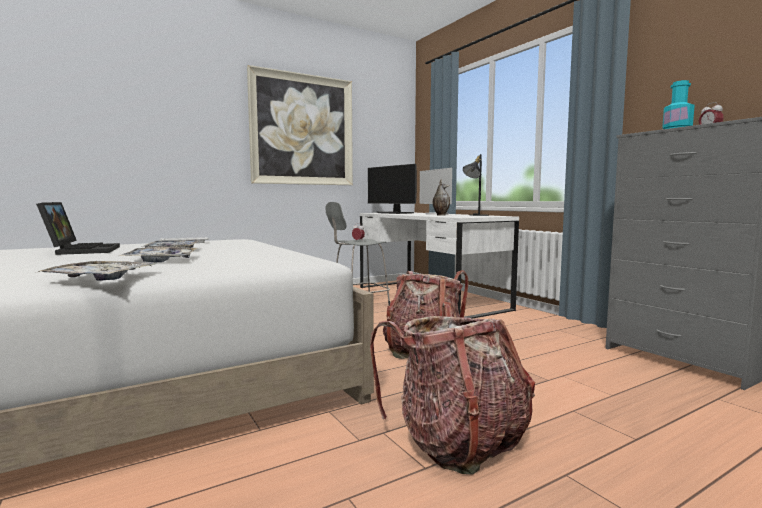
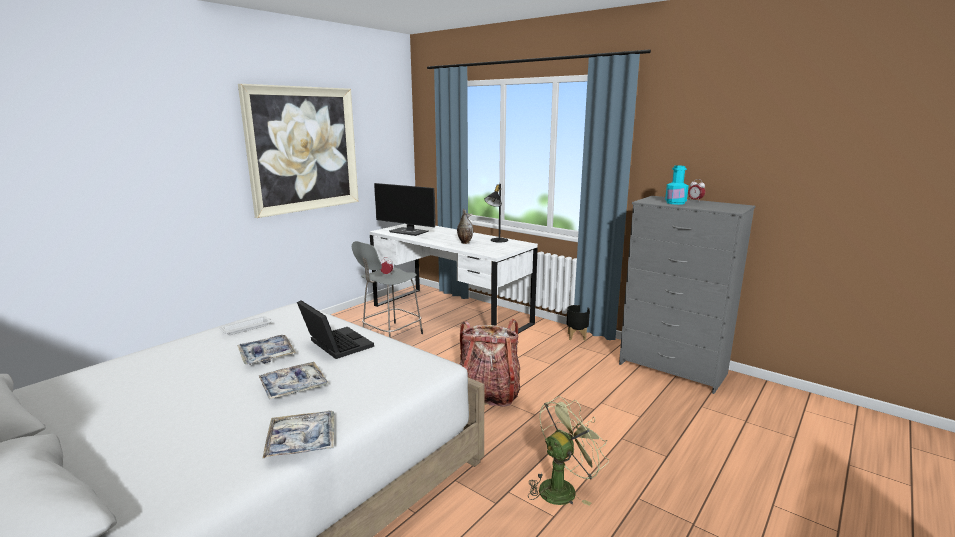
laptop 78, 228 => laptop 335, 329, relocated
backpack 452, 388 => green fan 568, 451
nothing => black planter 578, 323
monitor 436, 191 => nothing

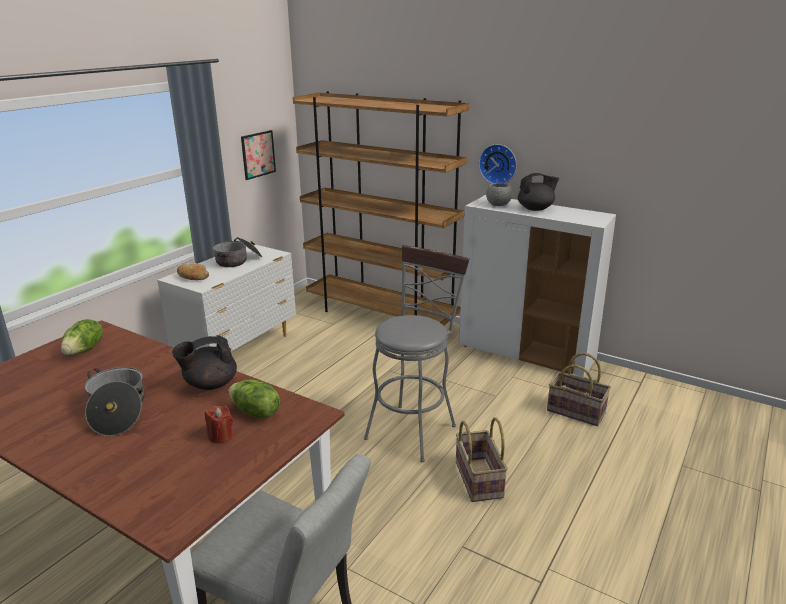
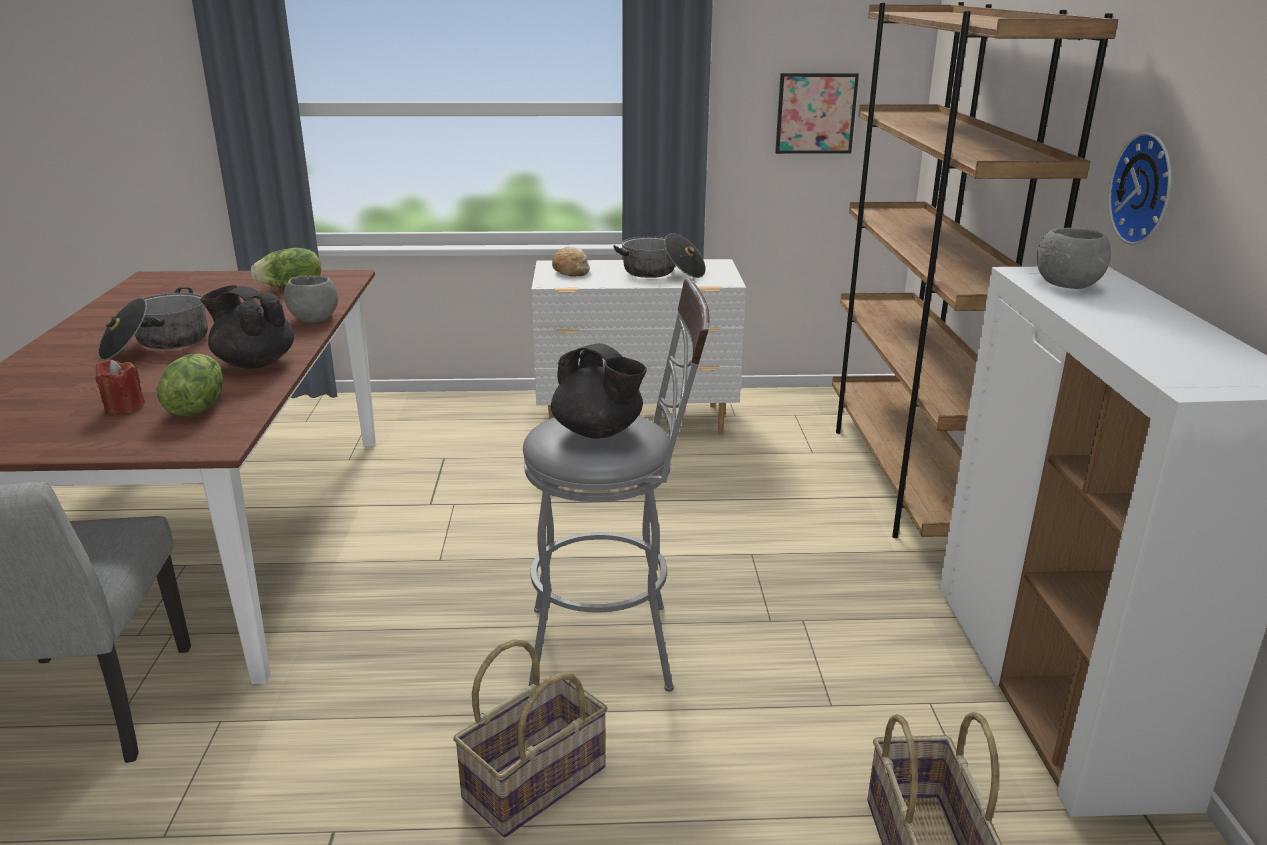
nothing => grey bowl 311, 299
black teapot 538, 192 => black teapot 599, 391, relocated

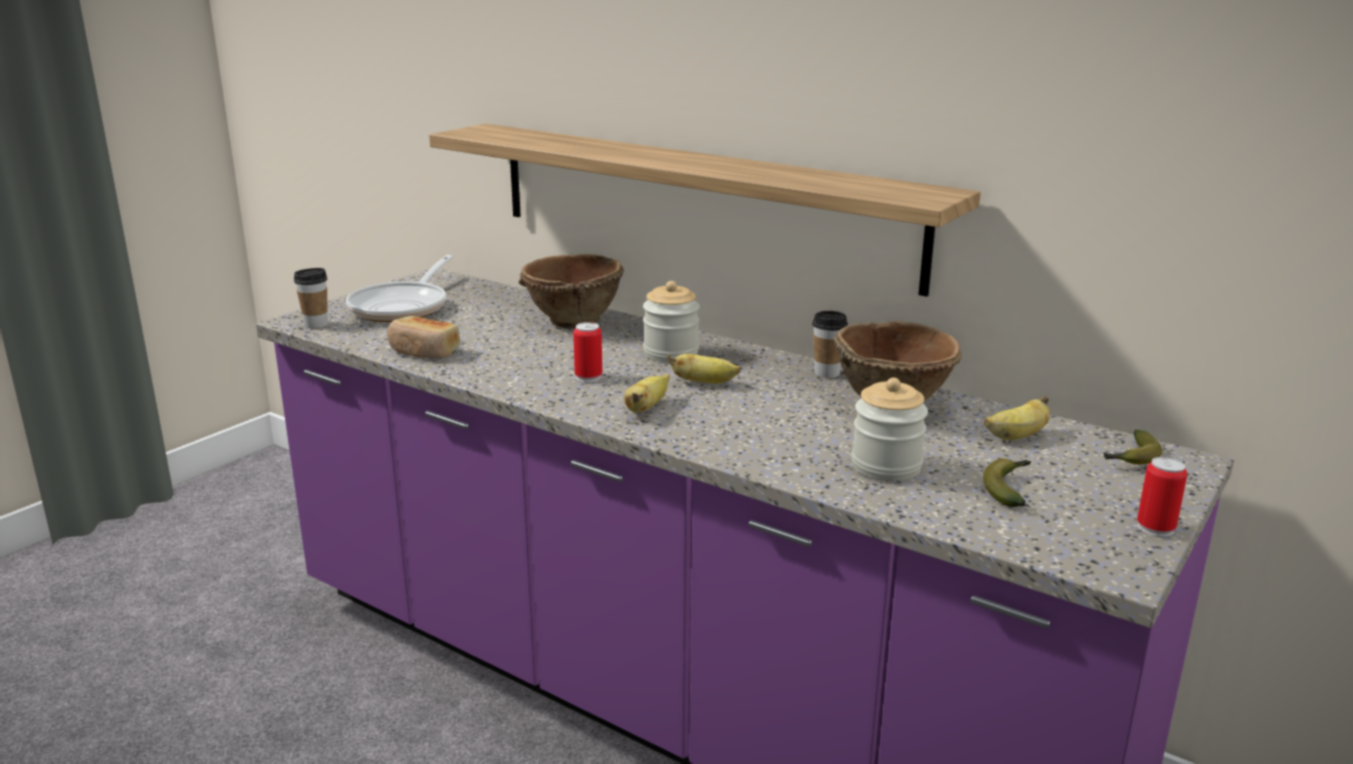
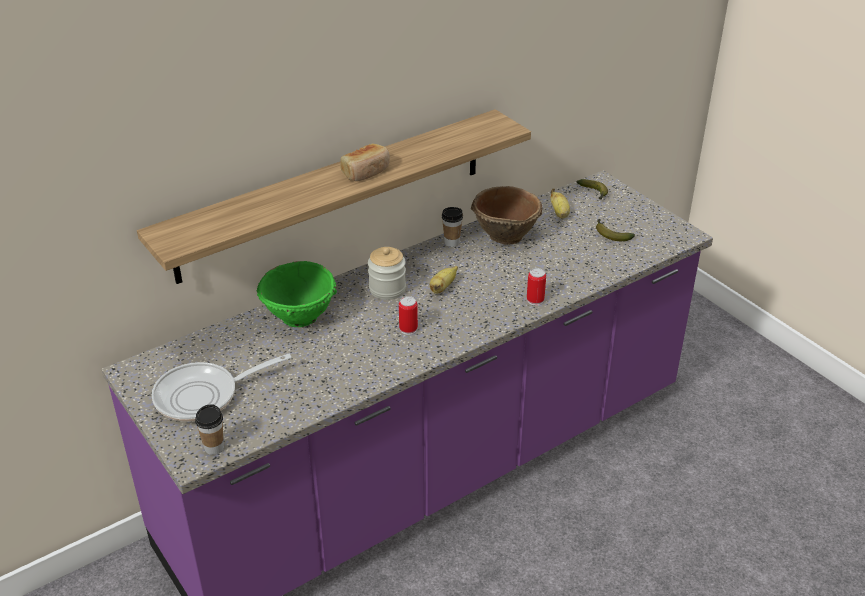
frying pan 399, 288 => frying pan 222, 388, 120 degrees clockwise
brown bowl 571, 291 => green bowl 297, 294
bread 423, 337 => bread 365, 162, relocated
can 1162, 497 => can 536, 287, relocated
banana 647, 393 => nothing
jar 890, 429 => nothing

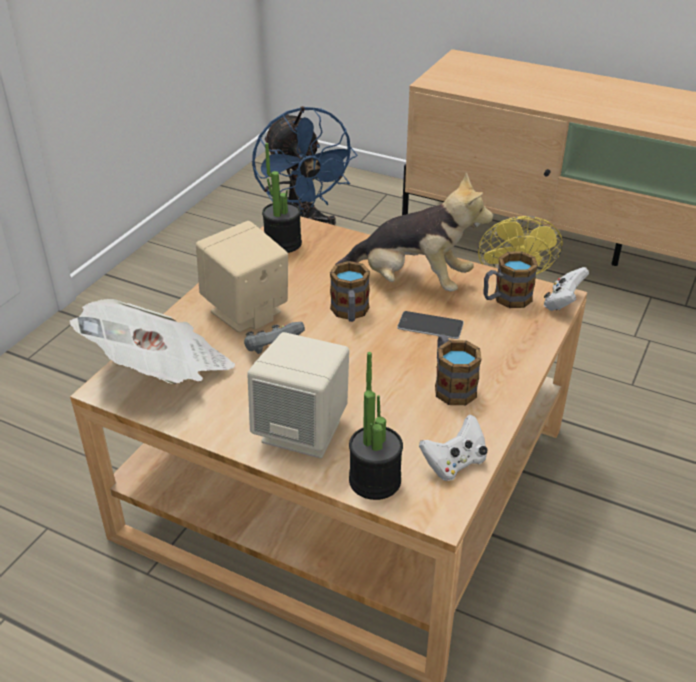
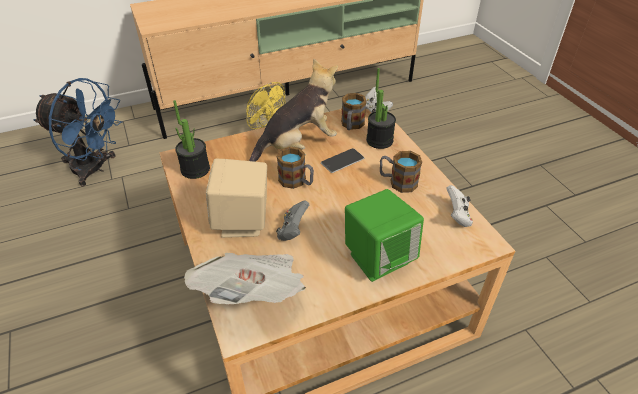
beige speaker 298, 395 => green speaker 384, 235
potted plant 376, 426 => potted plant 381, 108, relocated

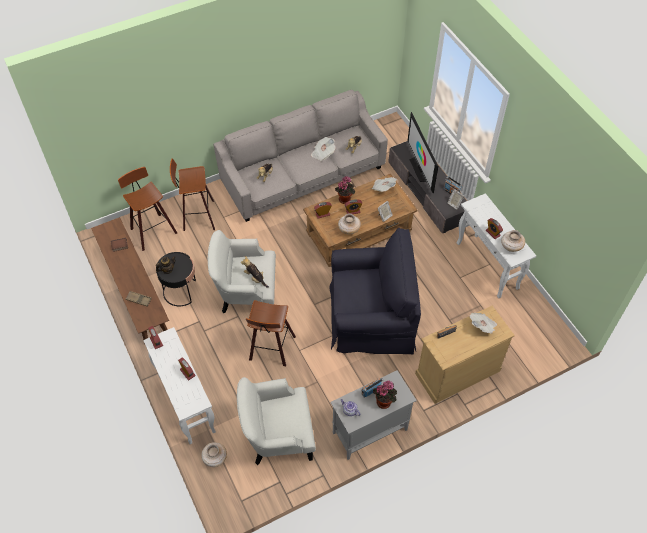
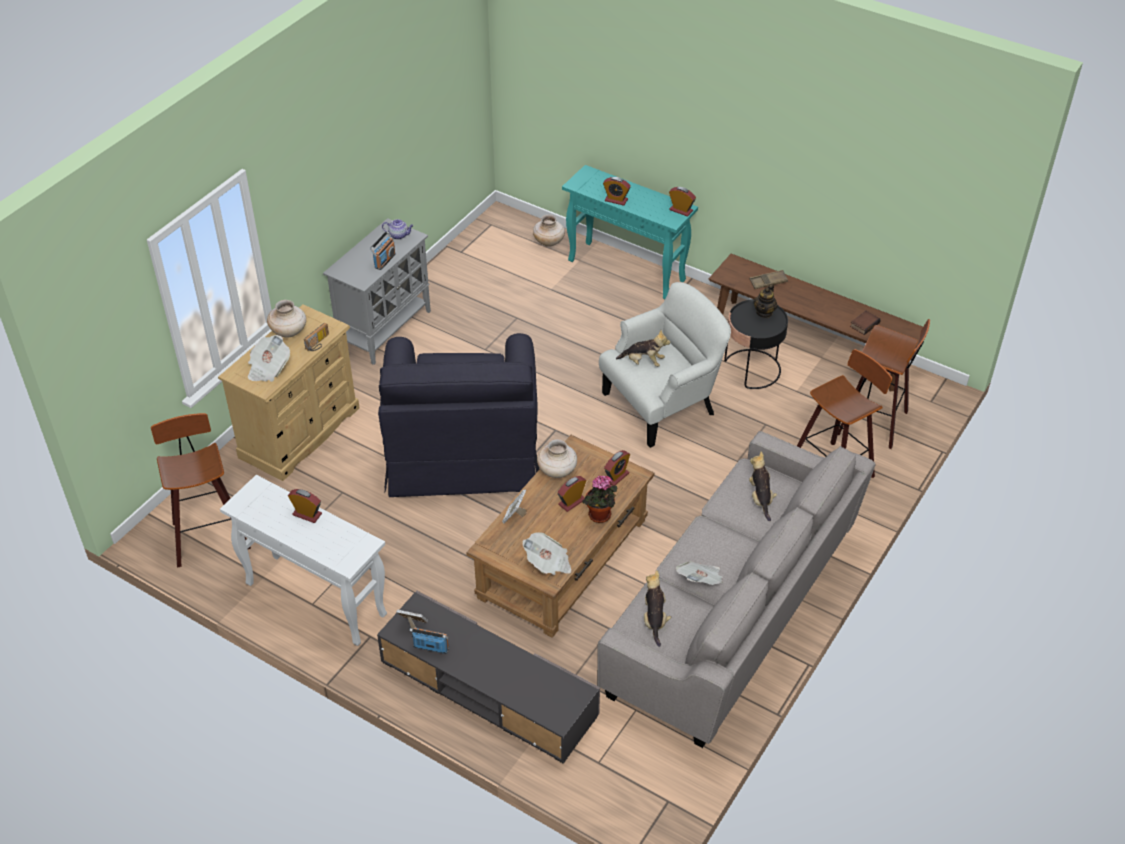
stool 271, 333 => stool 201, 490, relocated
beige vase 513, 241 => beige vase 286, 319, relocated
black armchair 375, 291 => black armchair 459, 415, 60 degrees counterclockwise
white console table 179, 385 => turquoise console table 630, 232
white armchair 276, 421 => nothing
potted plant 385, 395 => nothing
television 422, 152 => nothing

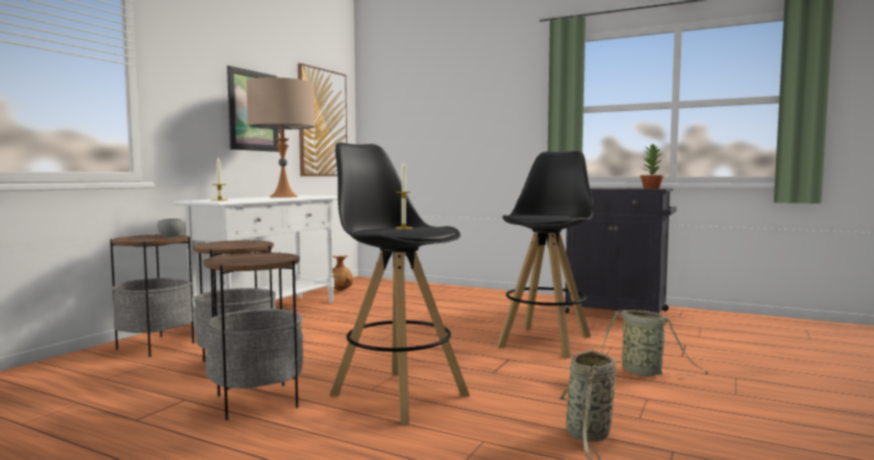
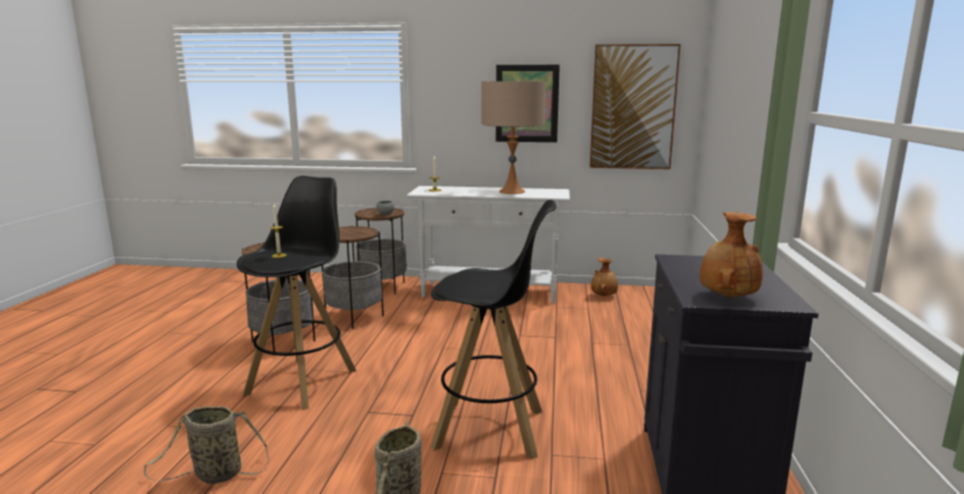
potted plant 652, 166 => brown vase 731, 255

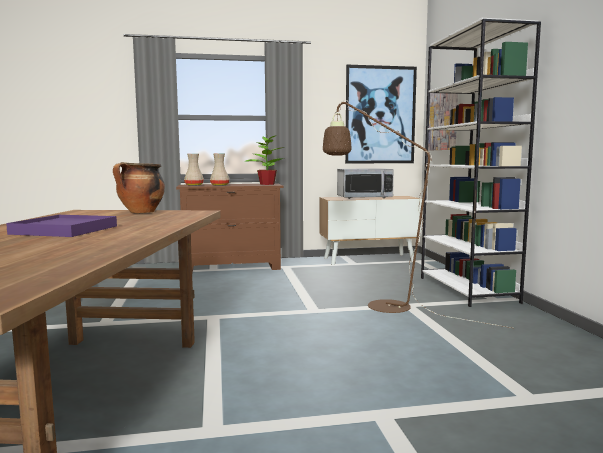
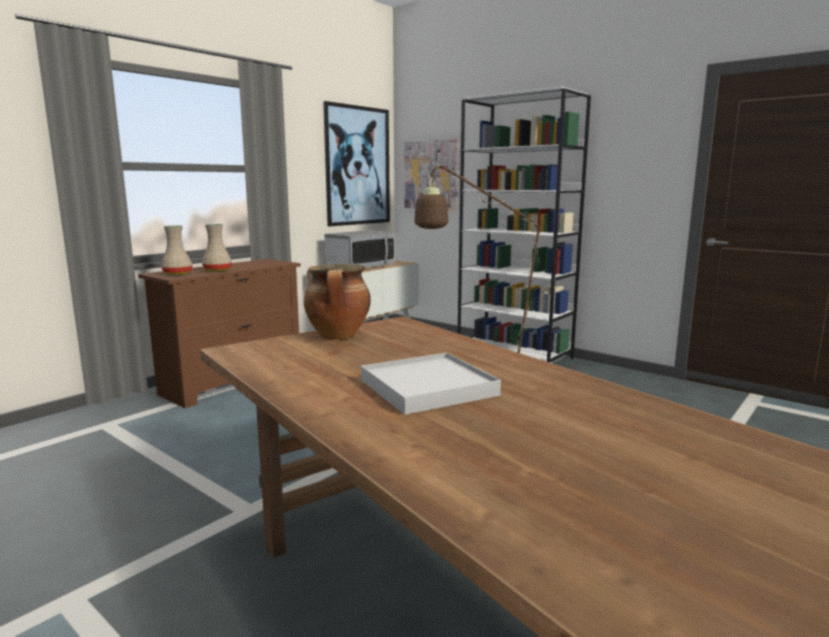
purple tray 61, 226 => white tray 431, 384
potted plant 264, 160 => nothing

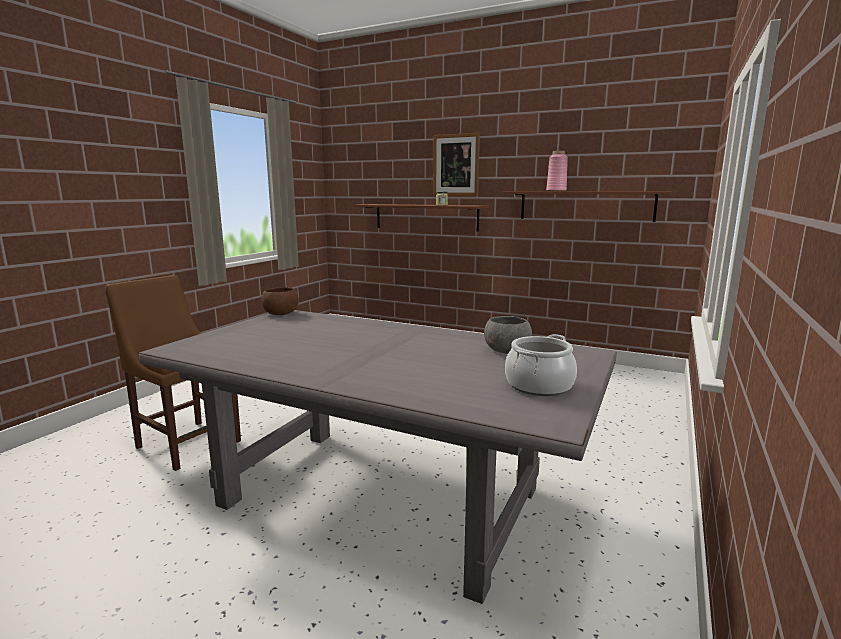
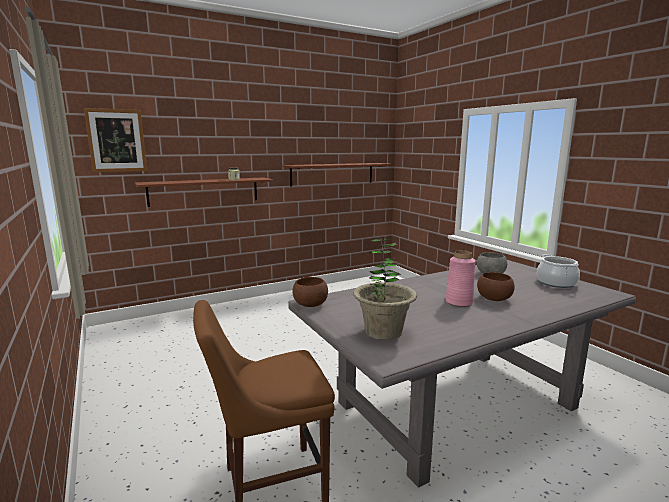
picture 456, 164 => picture 115, 140, relocated
nothing => potted plant 385, 288
pink vase 557, 171 => pink vase 460, 278, relocated
nothing => brown bowl 496, 286

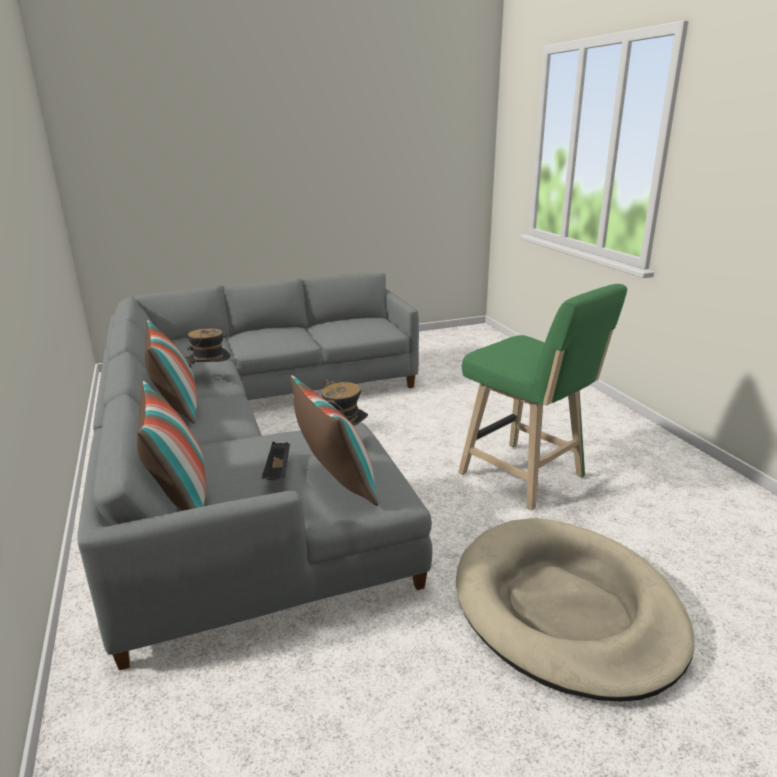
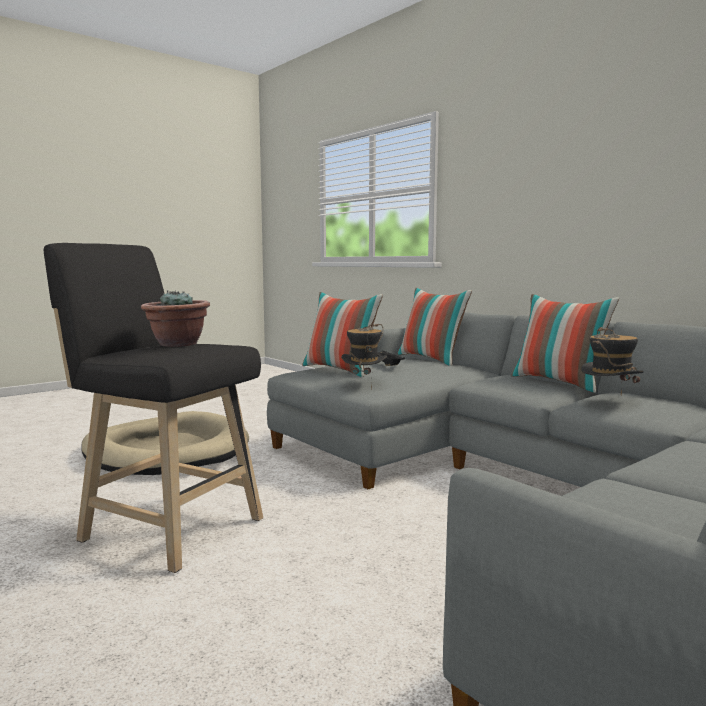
green stool 542, 397 => black stool 153, 408
nothing => potted plant 175, 318

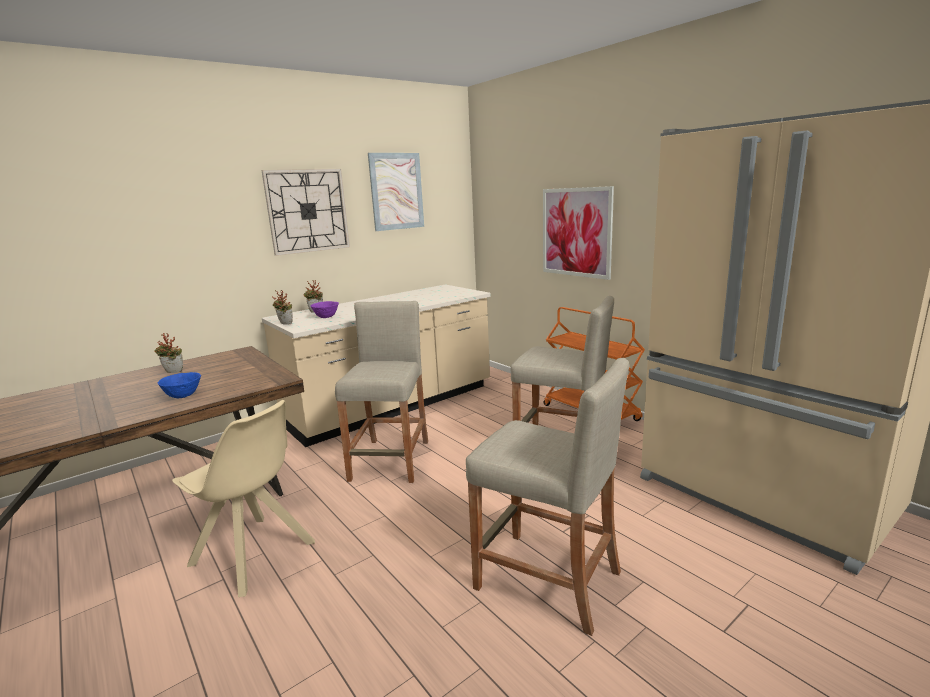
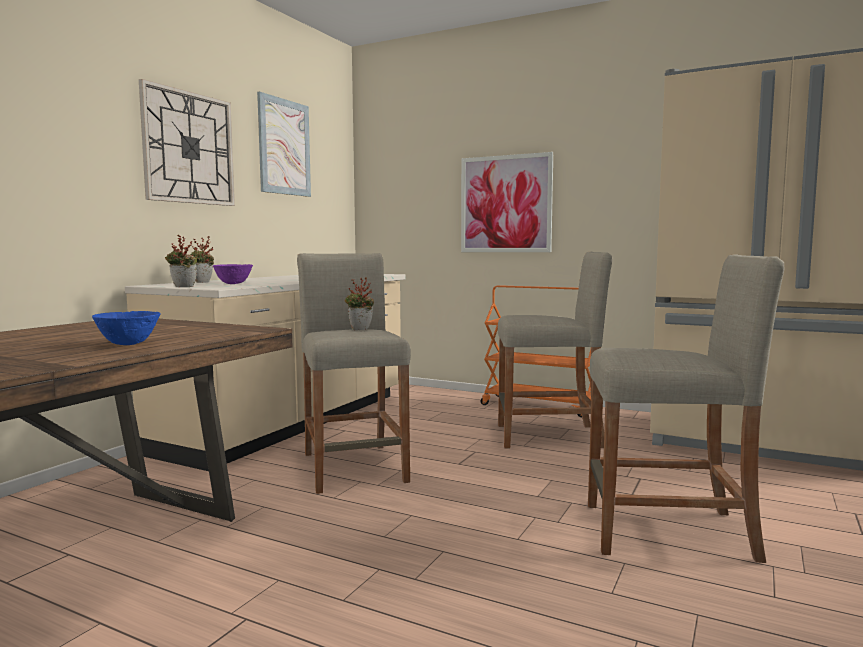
potted plant 168, 353 => potted plant 359, 303, relocated
beige chair 243, 498 => nothing

